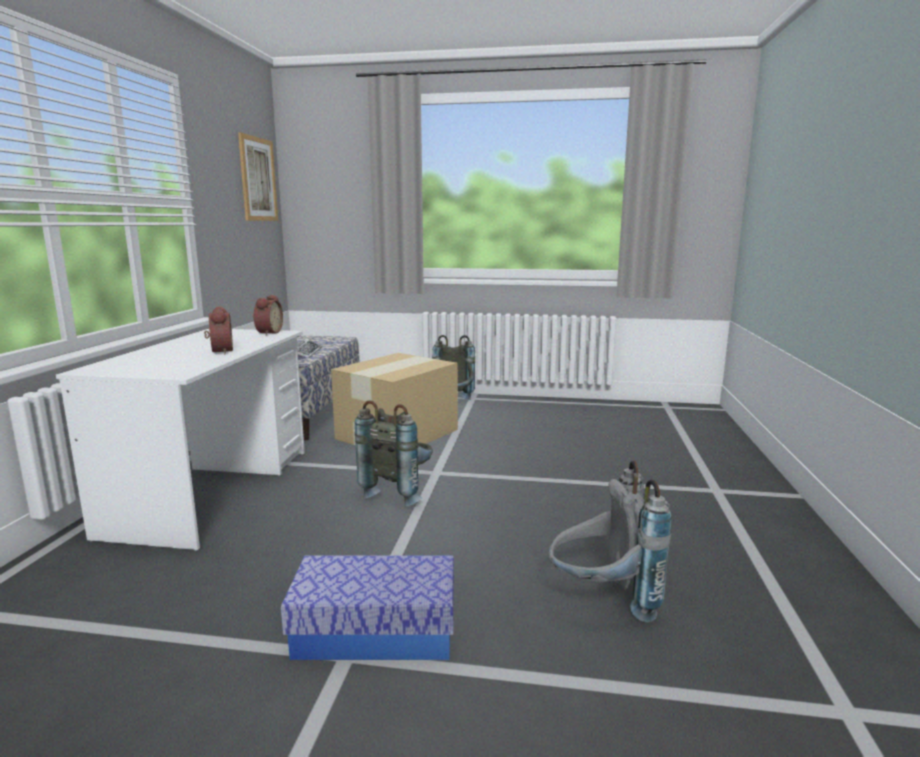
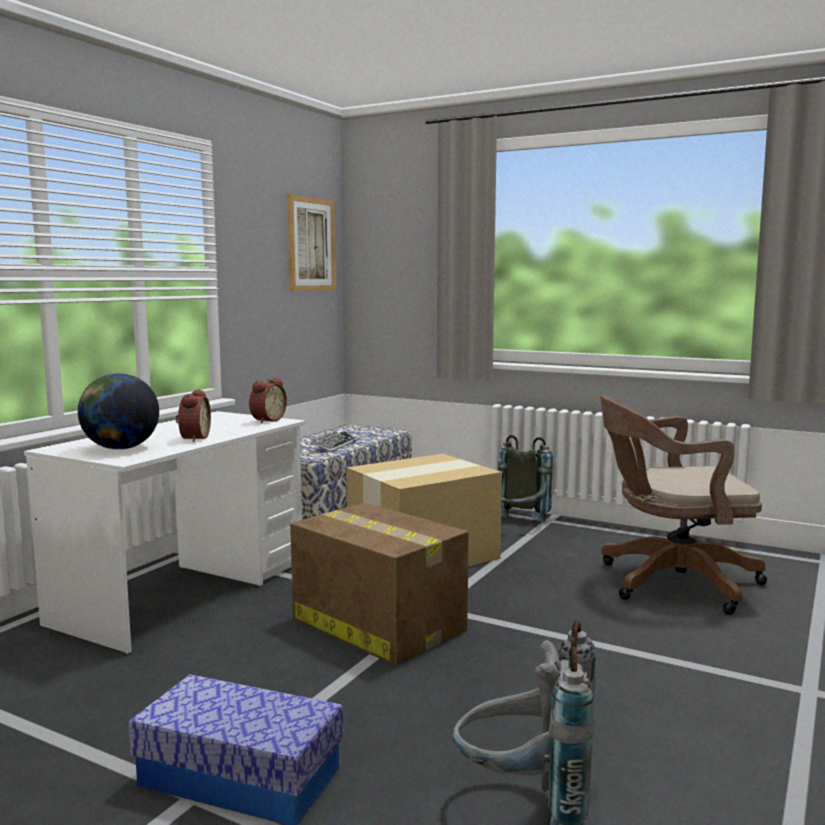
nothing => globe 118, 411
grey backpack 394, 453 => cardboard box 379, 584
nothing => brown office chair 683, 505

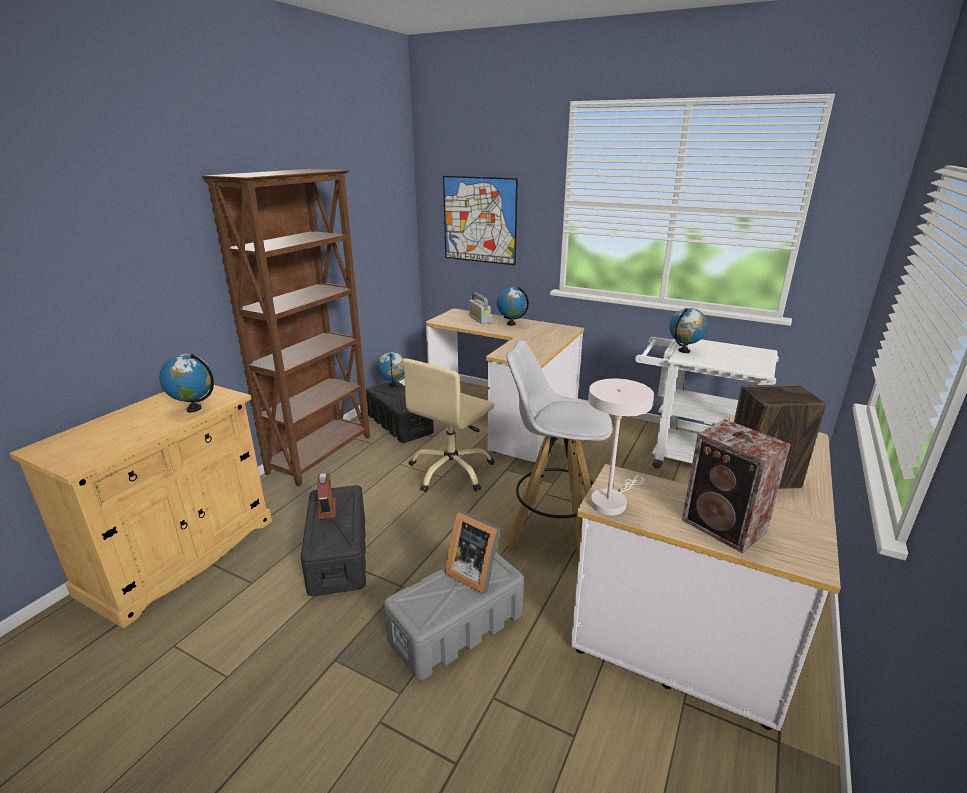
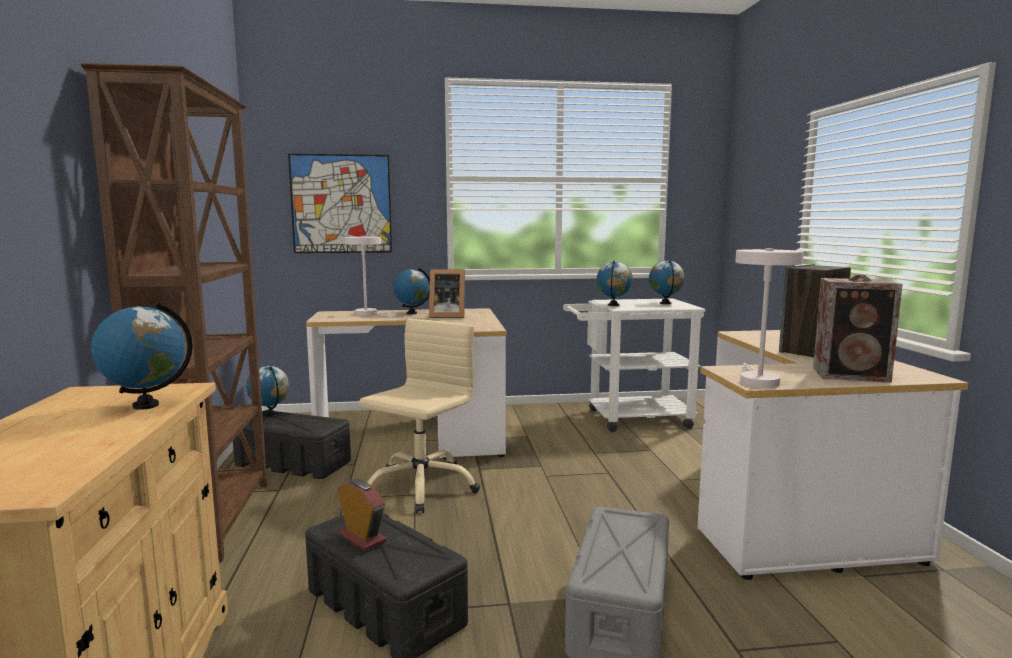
radio 480, 308 => white table lamp 370, 276
beige office chair 448, 425 => beige office chair 419, 416, 150 degrees counterclockwise
picture frame 473, 552 => picture frame 447, 293, relocated
nothing => globe 667, 282
white stool 559, 451 => nothing

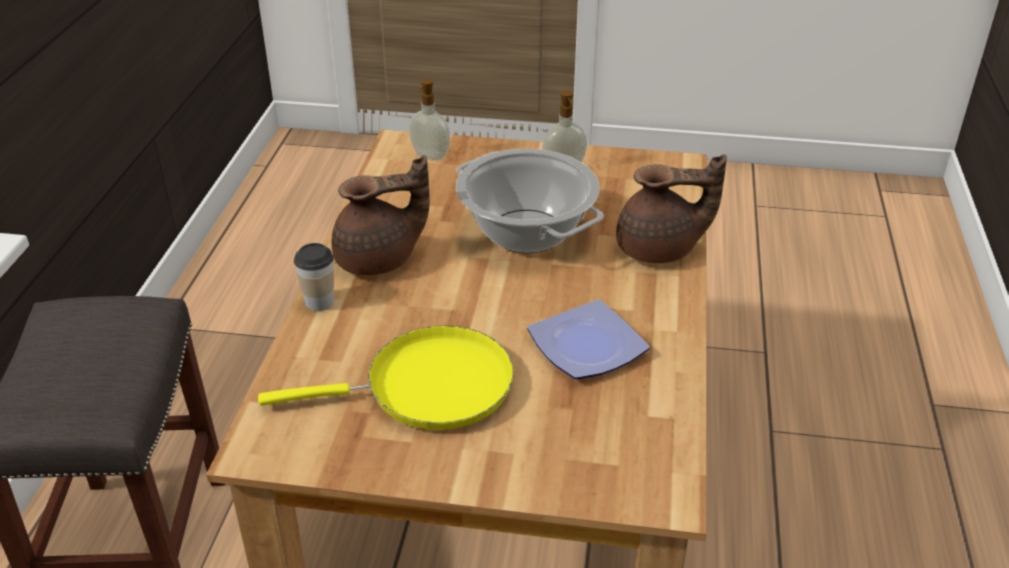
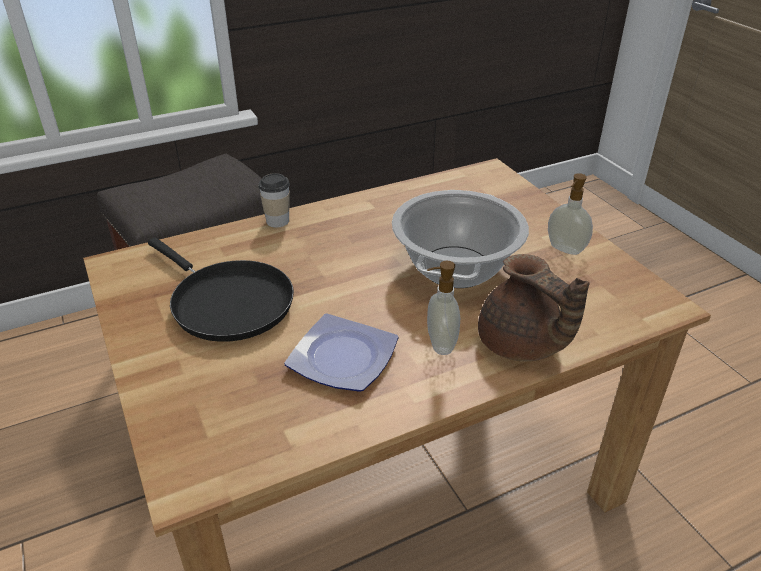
yellow frying pan 386, 377 => black frying pan 221, 290
soap dispenser 429, 119 => soap dispenser 443, 308, relocated
brown teapot 380, 215 => nothing

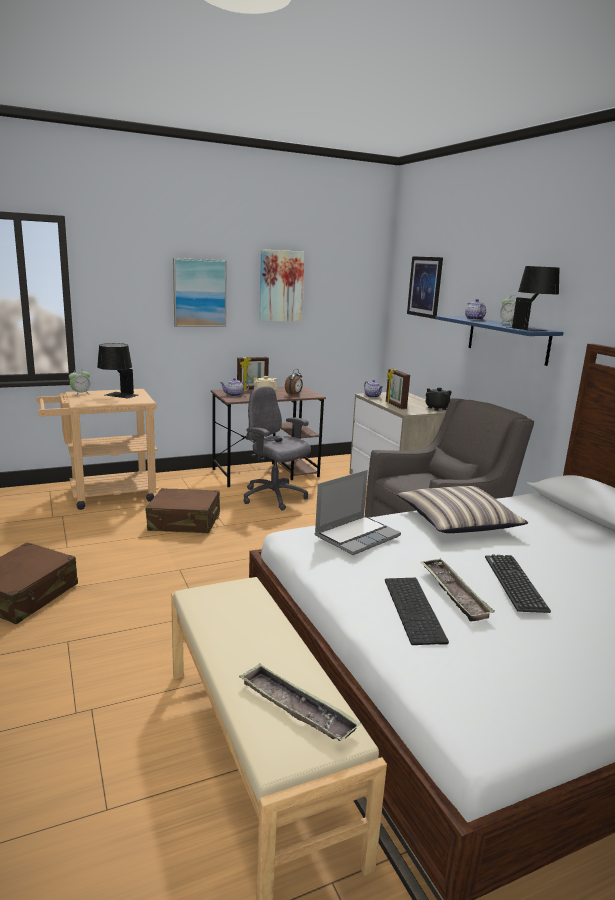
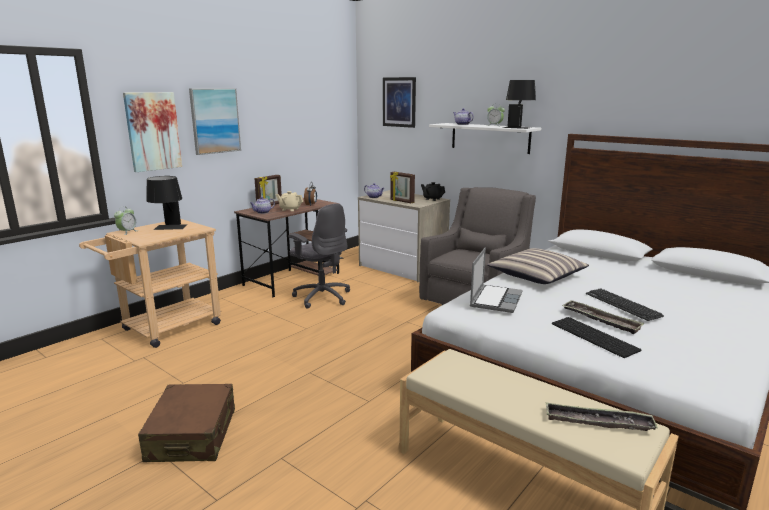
picture 282, 285 => picture 152, 132, relocated
grey office chair 277, 448 => grey office chair 319, 256, 150 degrees counterclockwise
blue shelf 499, 341 => white shelf 485, 138
brown suitcase 183, 510 => nothing

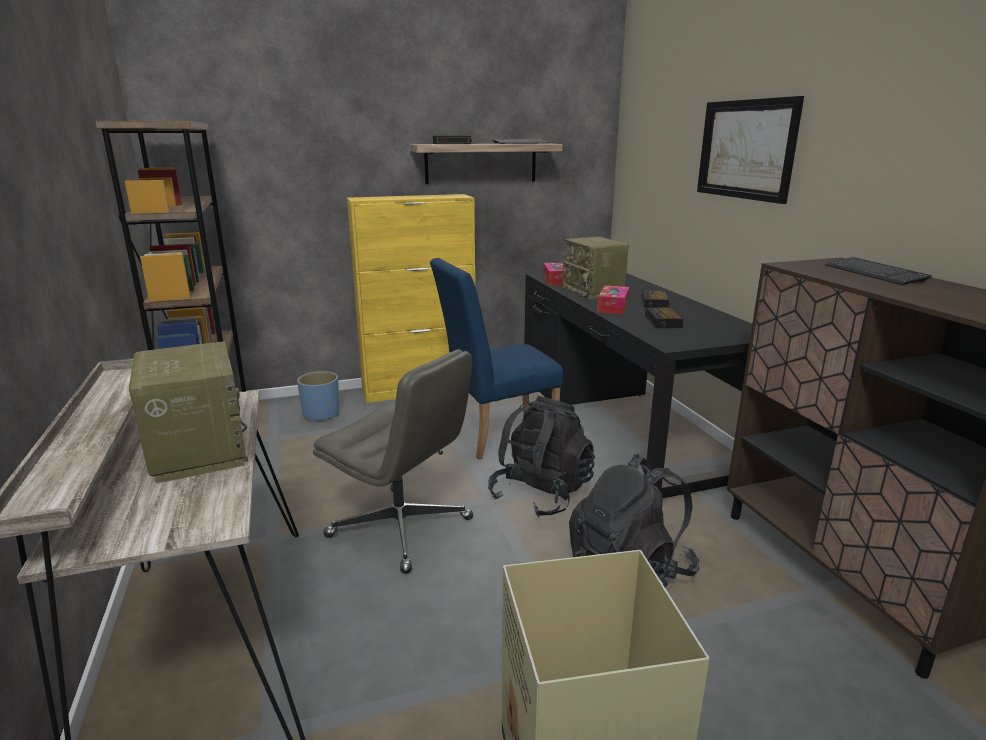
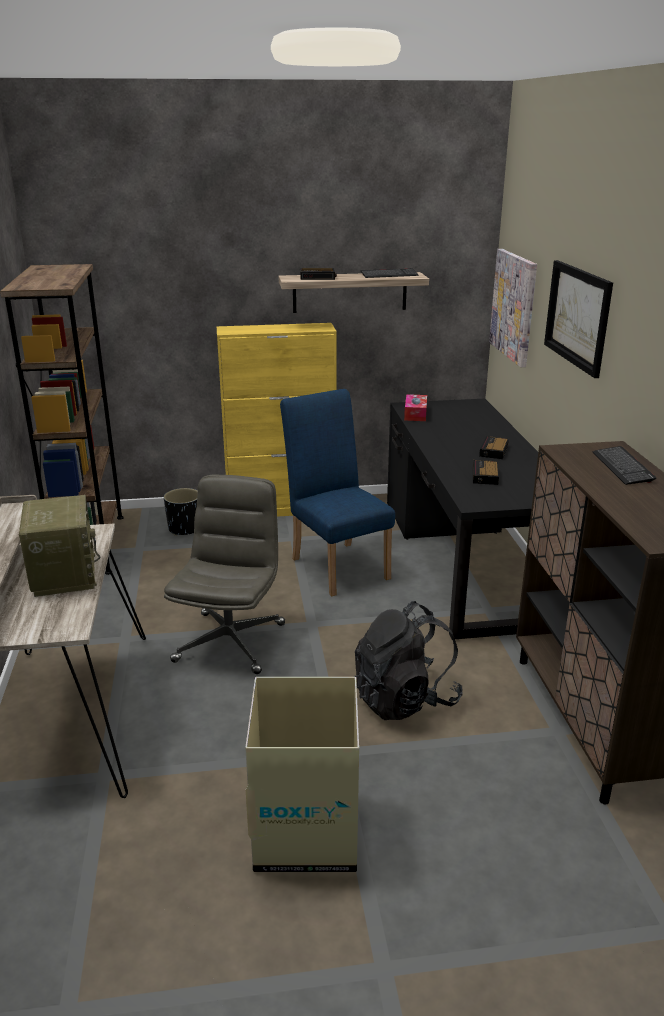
grey office chair 393, 461 => grey office chair 224, 574, 120 degrees counterclockwise
blue planter 318, 396 => black planter 181, 512
blue chair 496, 359 => blue chair 337, 493, 75 degrees clockwise
nothing => picture 513, 308
black backpack 541, 457 => nothing
radio 595, 268 => nothing
tissue box 613, 300 => nothing

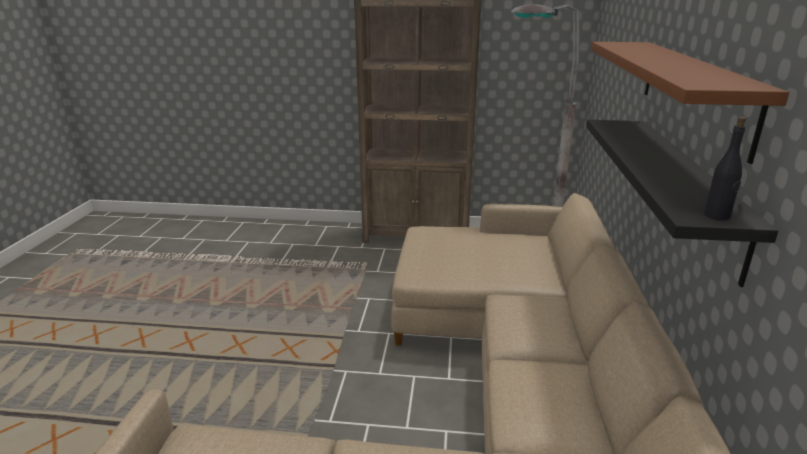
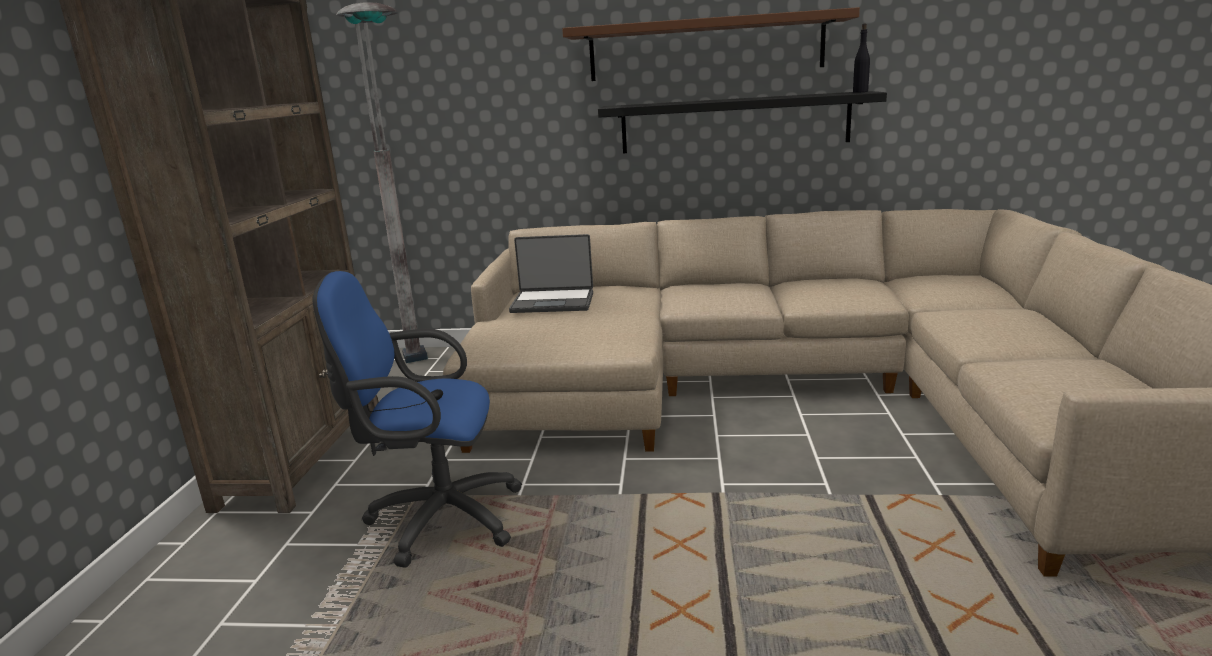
nothing => blue office chair 417, 419
nothing => laptop 551, 273

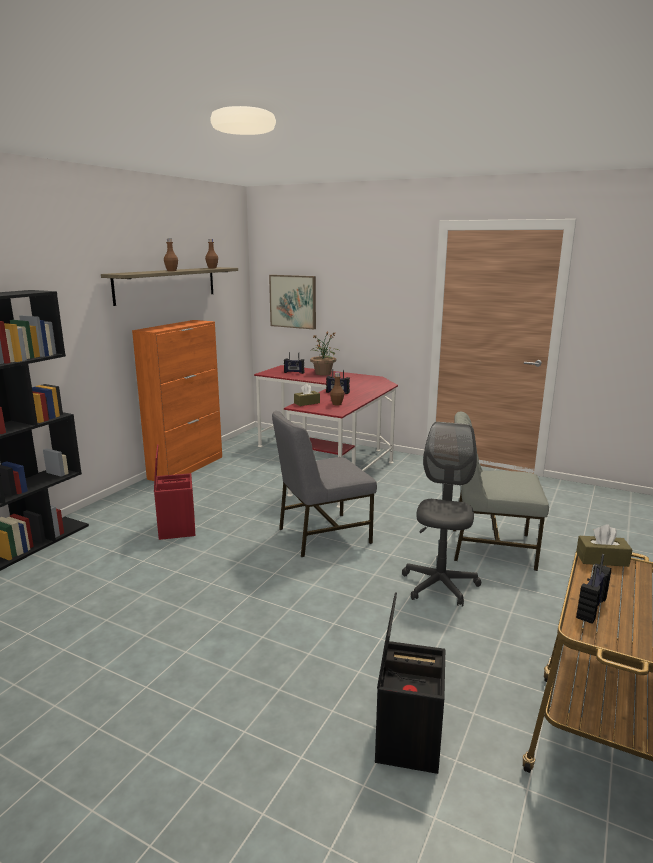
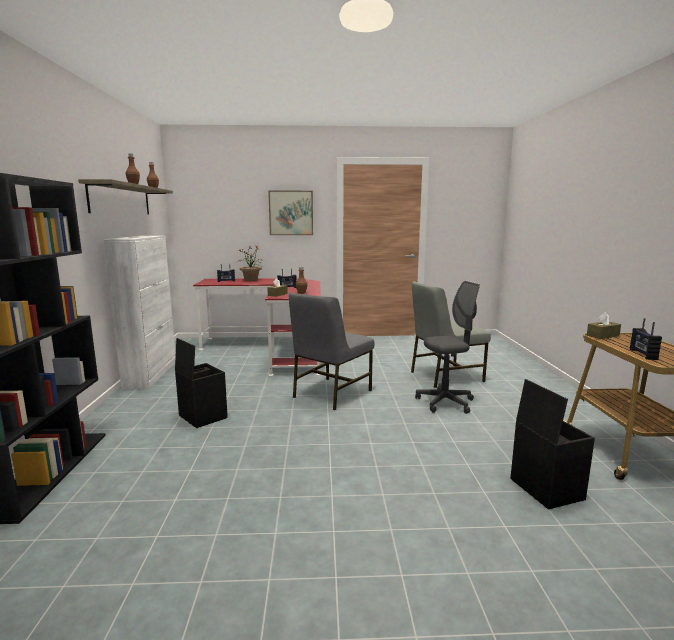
orange cabinet 177, 400 => white cabinet 140, 312
red storage box 174, 492 => black storage box 201, 383
picture 292, 302 => picture 290, 213, relocated
grey office chair 441, 514 => grey office chair 447, 347, 90 degrees clockwise

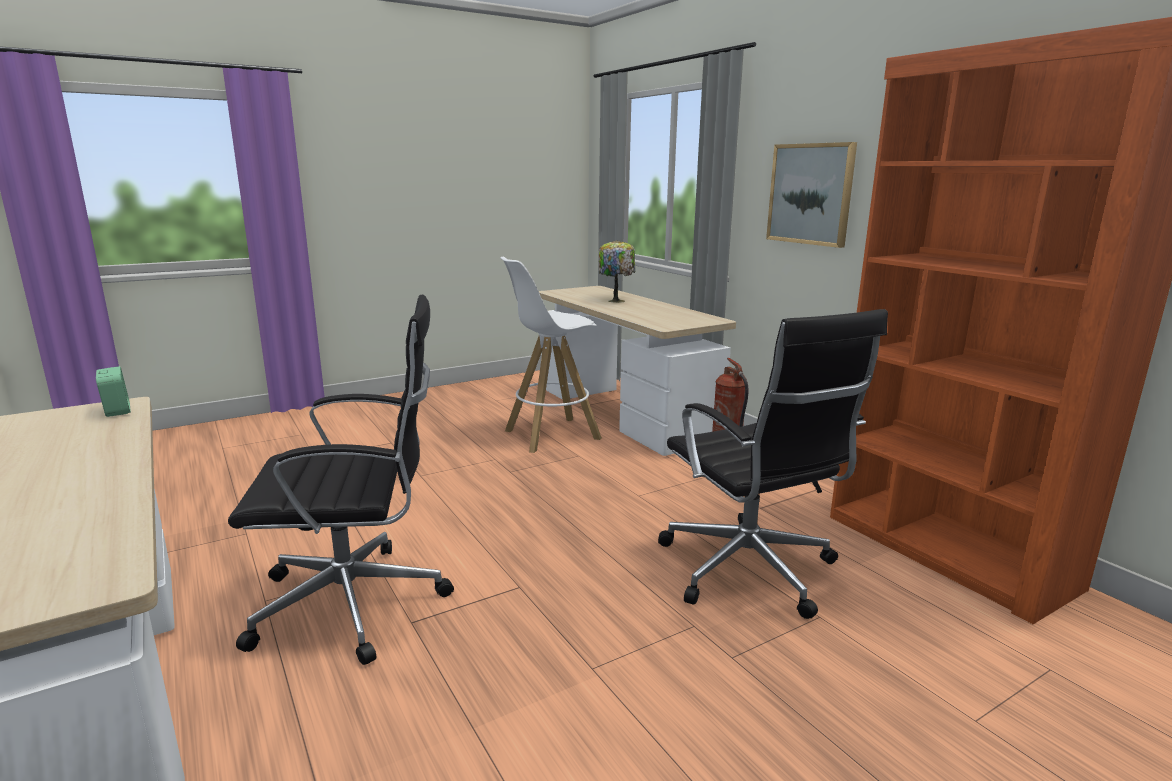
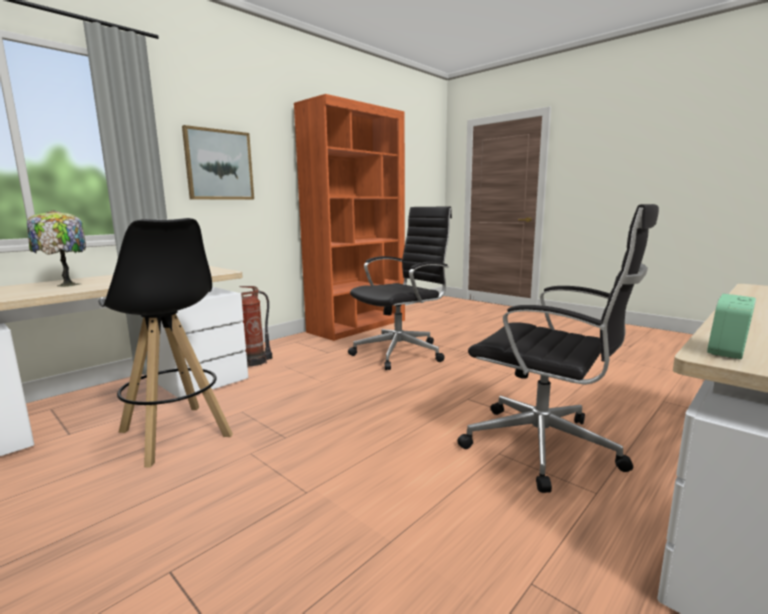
white stool 551, 354 => black stool 165, 342
black office chair 341, 480 => black office chair 558, 348, 150 degrees clockwise

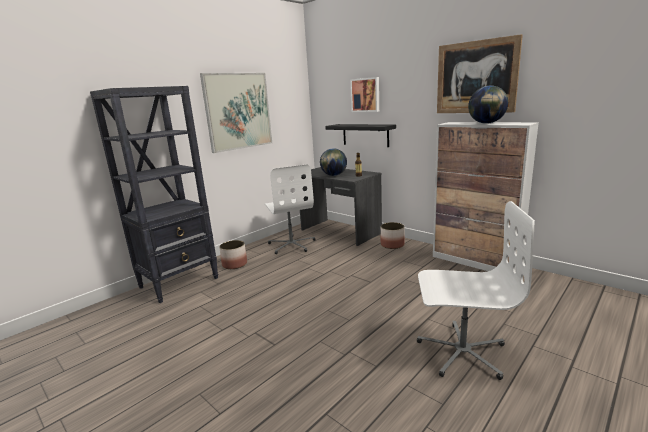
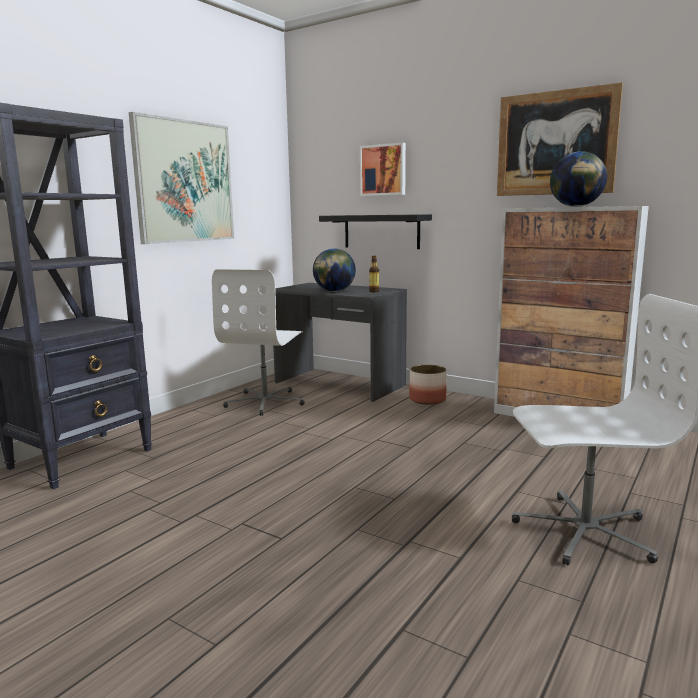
white office chair 290, 209 => white office chair 258, 342, 45 degrees clockwise
planter 233, 254 => nothing

